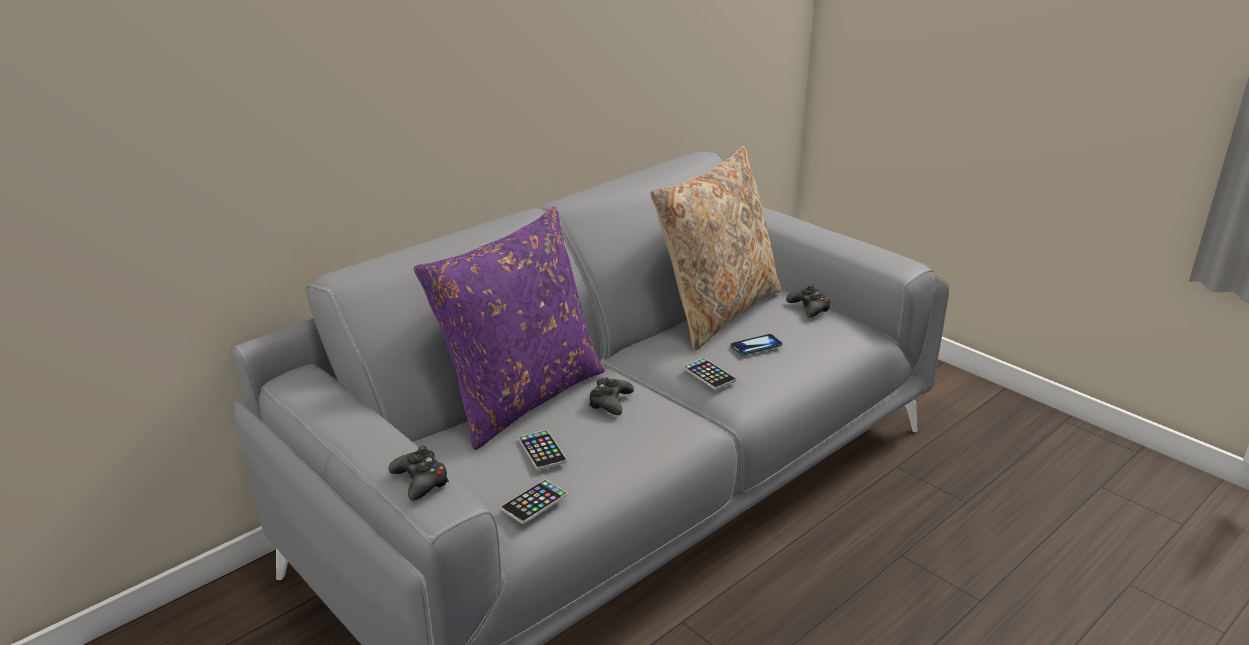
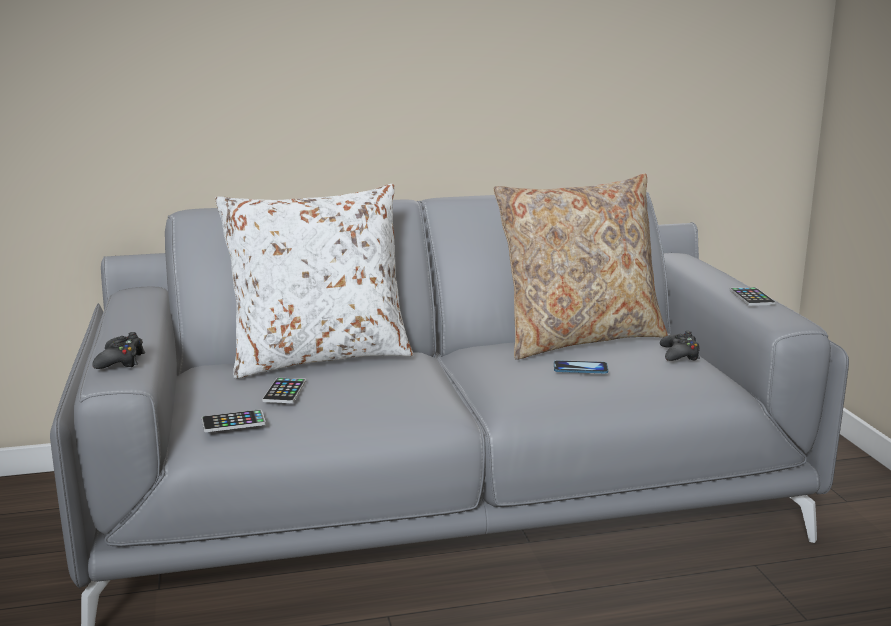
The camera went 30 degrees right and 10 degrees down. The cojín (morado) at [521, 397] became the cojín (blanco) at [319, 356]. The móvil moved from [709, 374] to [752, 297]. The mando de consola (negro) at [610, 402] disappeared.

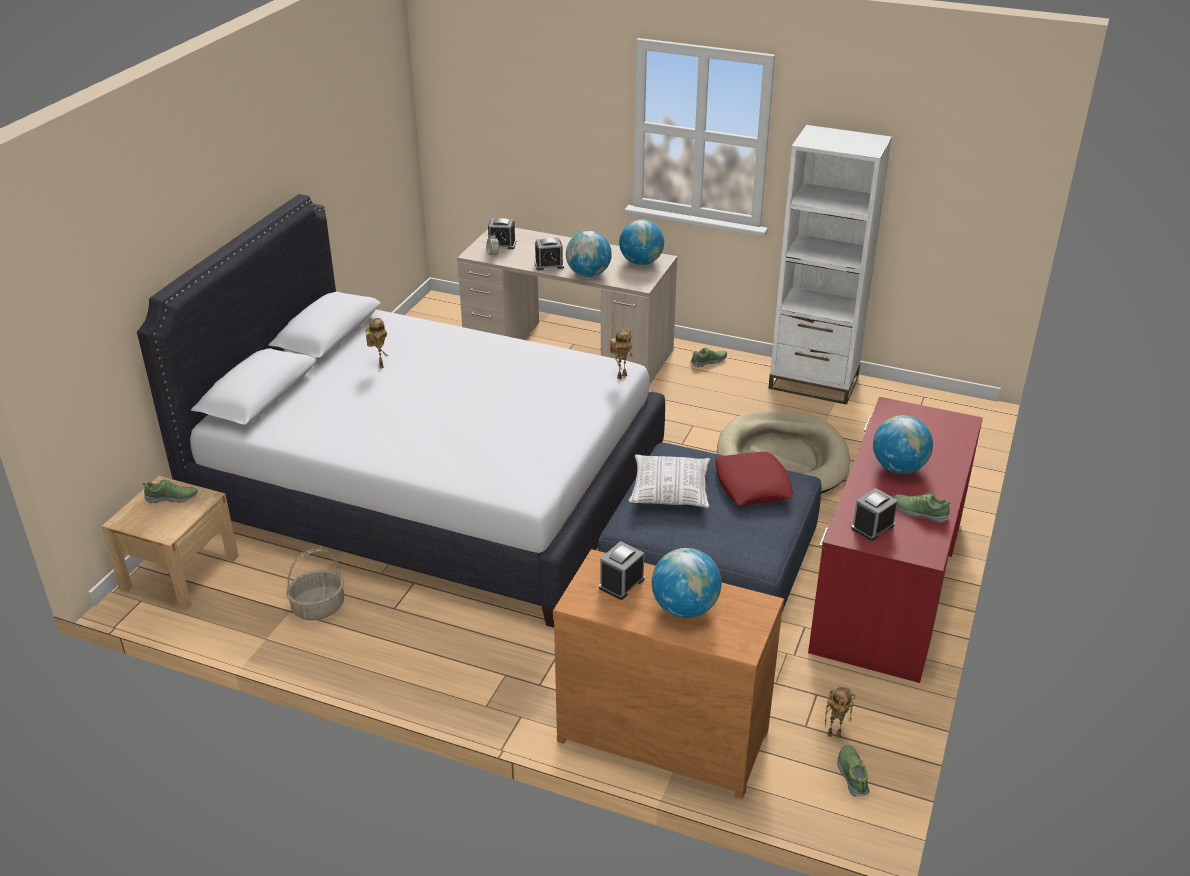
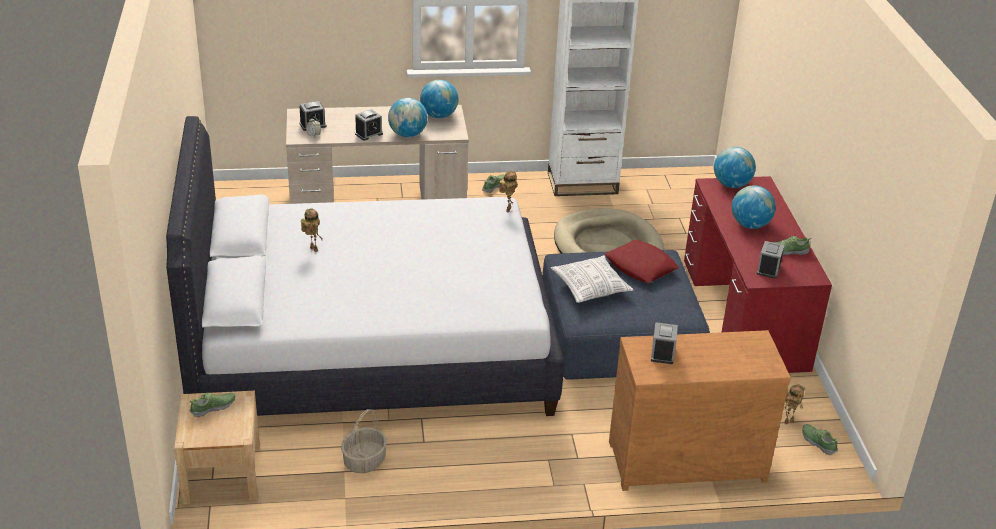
The camera went 30 degrees left and 0 degrees up. The globo terráqueo moved from [684, 608] to [731, 185].

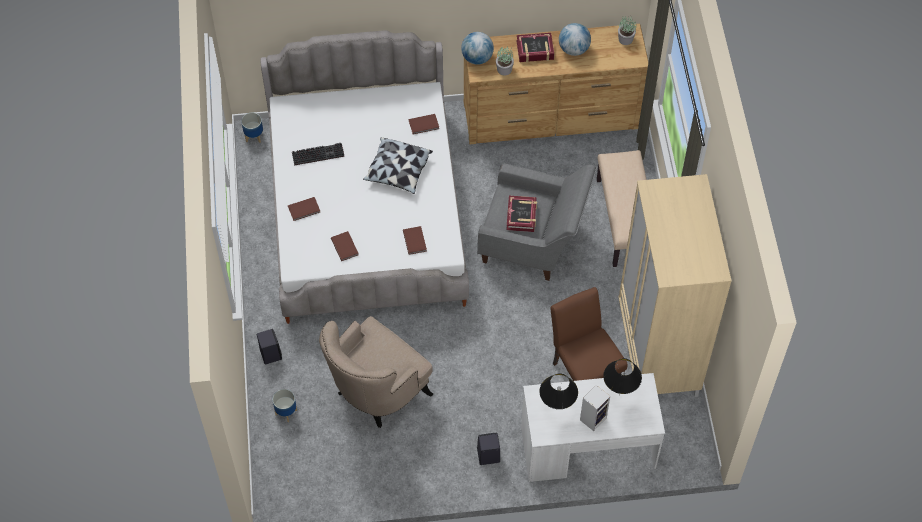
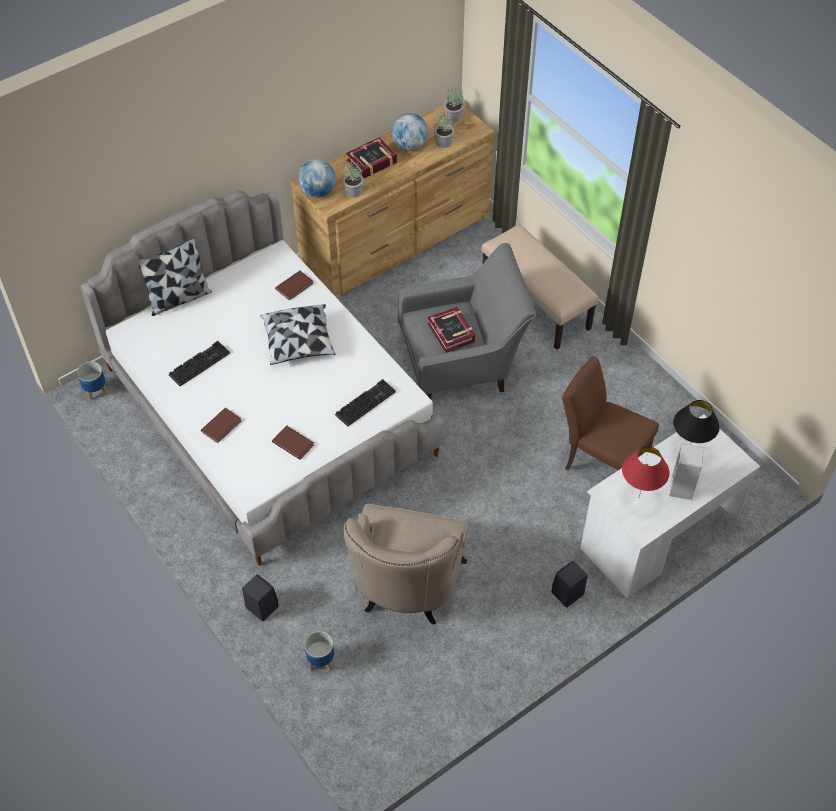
The camera went 30 degrees left and 5 degrees down. The cojín at [179, 298] appeared. The libro (marrón) at [415, 240] was replaced by the teclado at [365, 402]. The planta en maceta at [443, 142] appeared. The lámpara de mesa (negro) at [557, 409] became the lámpara de mesa (rojo) at [639, 497]. The armario ropero (beis) at [658, 350] disappeared.

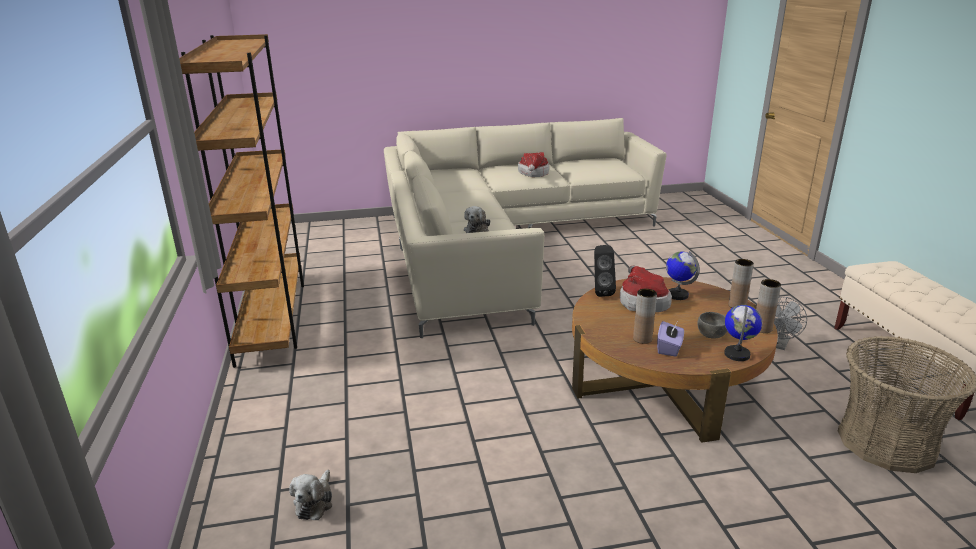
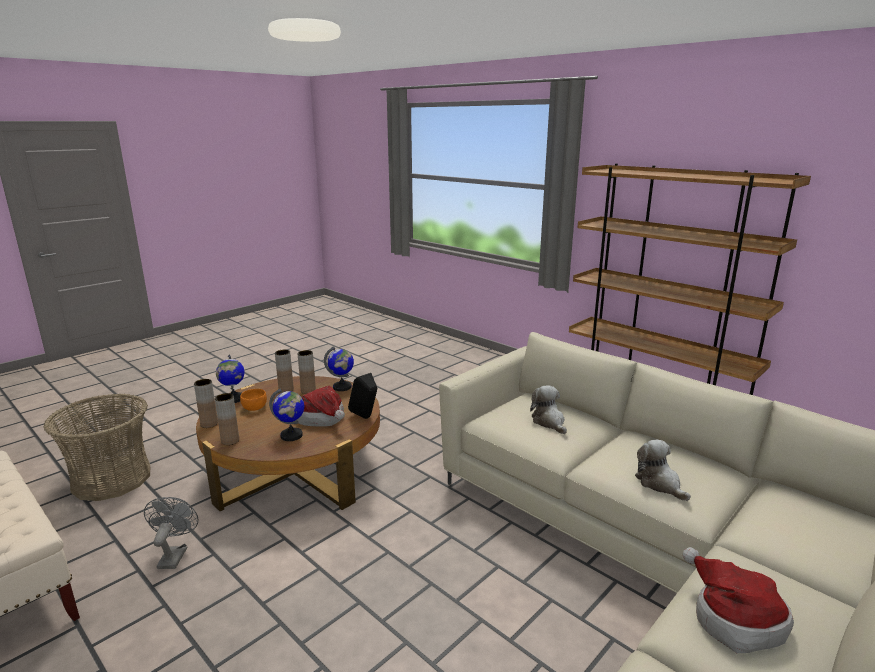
The camera went 145 degrees right and 5 degrees down. The cuenco (gris) at [711, 334] became the cuenco (naranja) at [254, 408]. The caja de pañuelos (morado) at [669, 348] was replaced by the florero (marrón) at [286, 390]. The globo terráqueo at [342, 387] appeared. The peluche moved from [315, 502] to [659, 483].

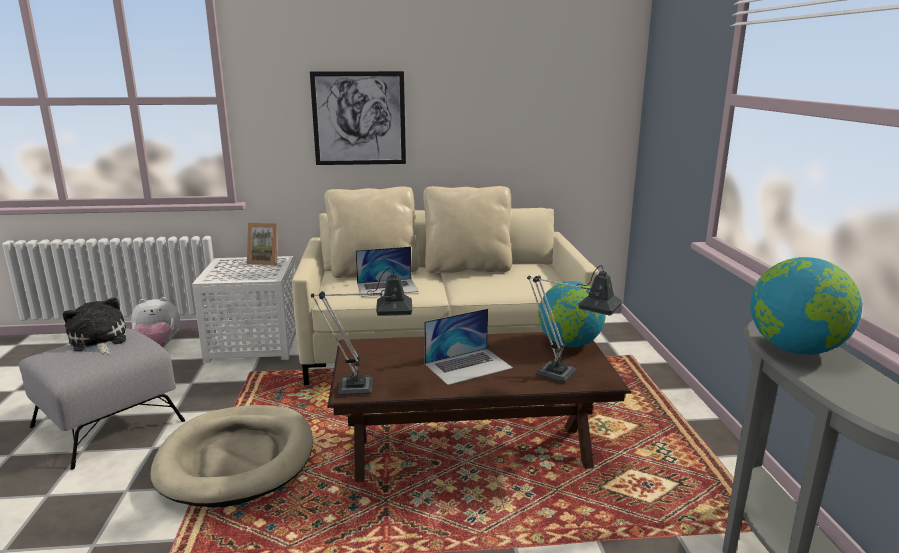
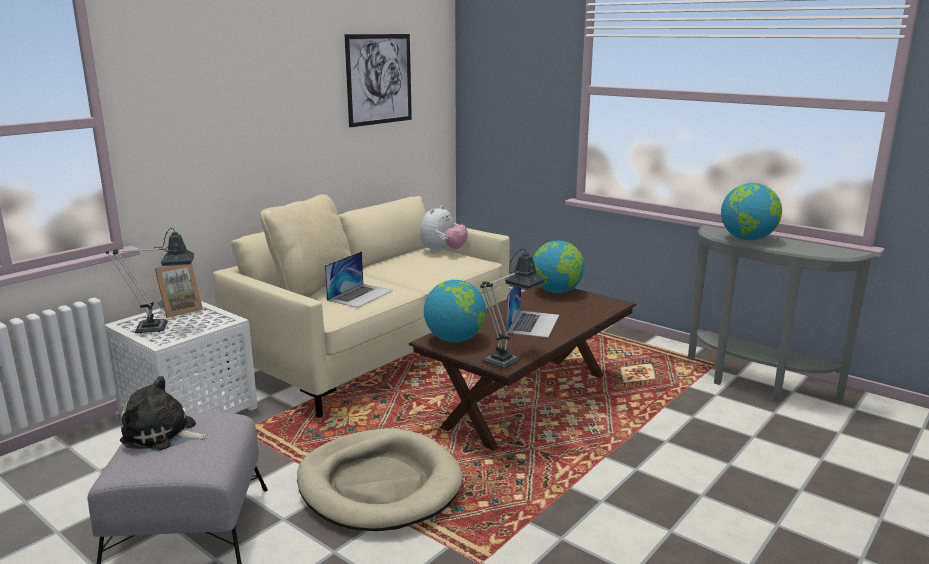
The camera went 45 degrees left and 0 degrees up. The lámpara de mesa moved from [565, 376] to [160, 328]. The cuadro moved from [359, 118] to [379, 79]. The peluche moved from [158, 344] to [443, 252]. The globo terráqueo at [455, 339] appeared. The cojín (beis) at [467, 268] disappeared.

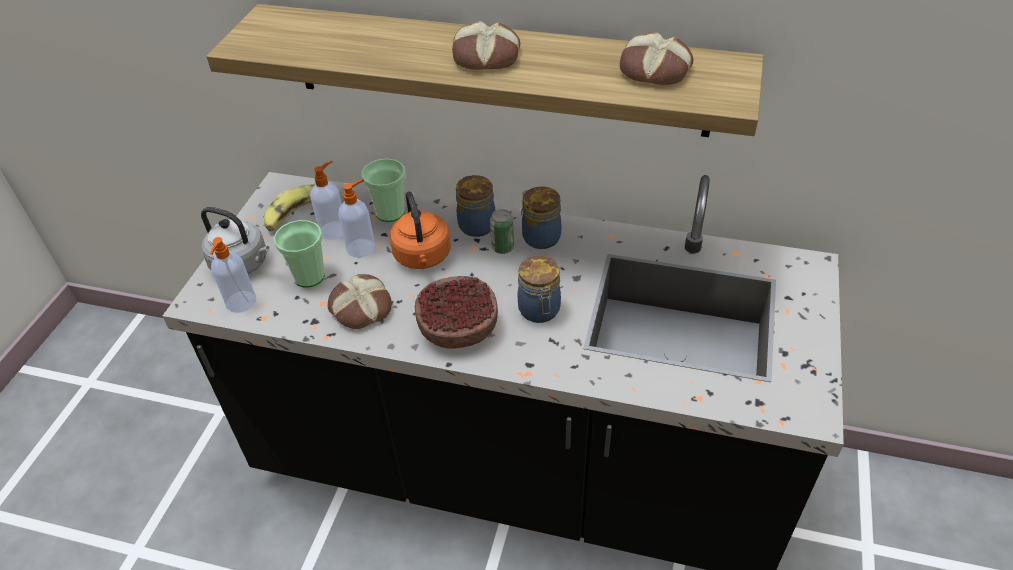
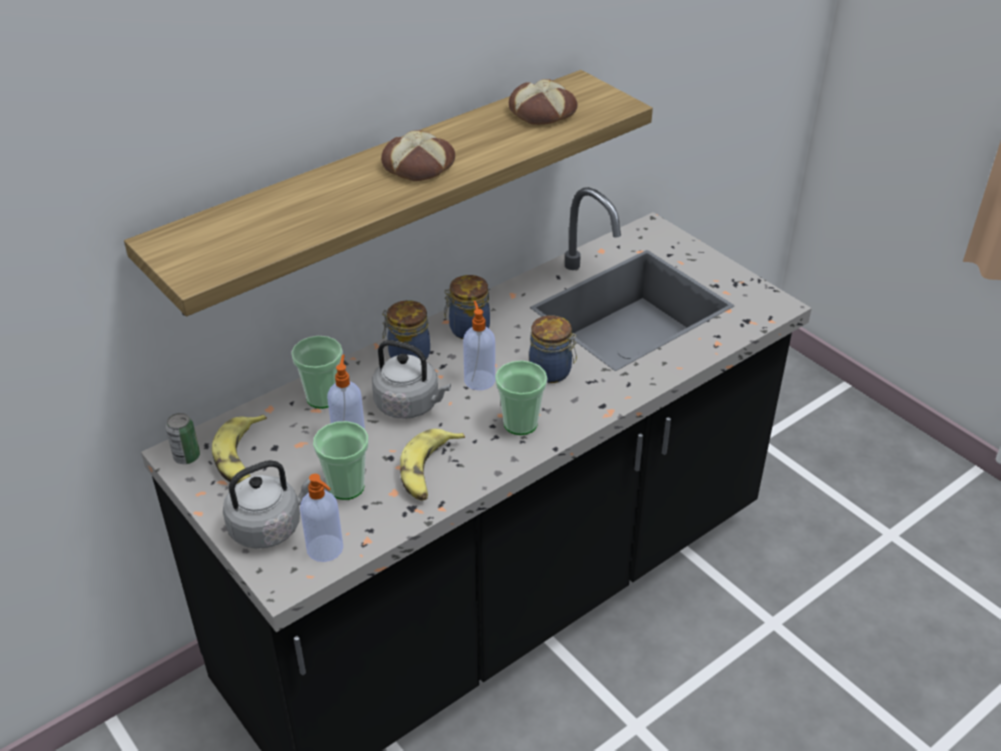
The camera went 55 degrees left and 5 degrees down. The lata moved from [502, 247] to [187, 457]. The hervidor (naranja) at [423, 257] became the hervidor (gris) at [410, 405]. The pan at [360, 308] was replaced by the plátano at [429, 471]. The dispensador de jabón moved from [334, 230] to [479, 379]. The cuenco at [459, 327] was replaced by the taza at [520, 423].

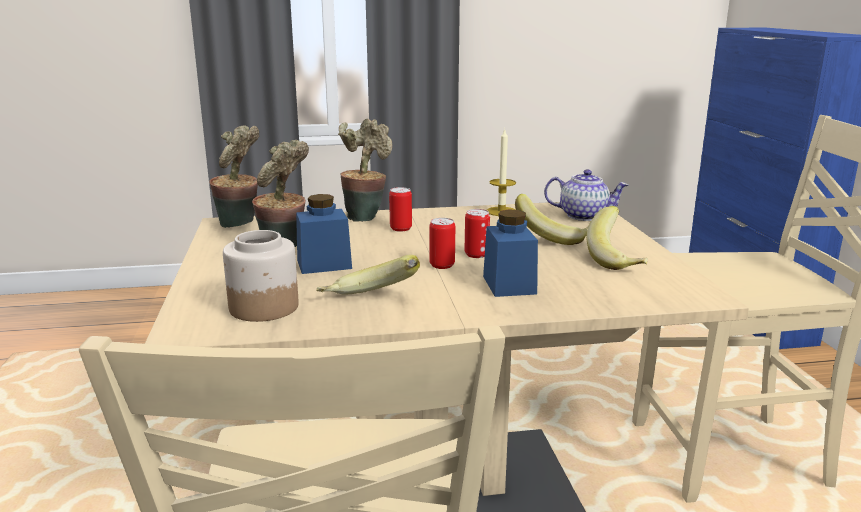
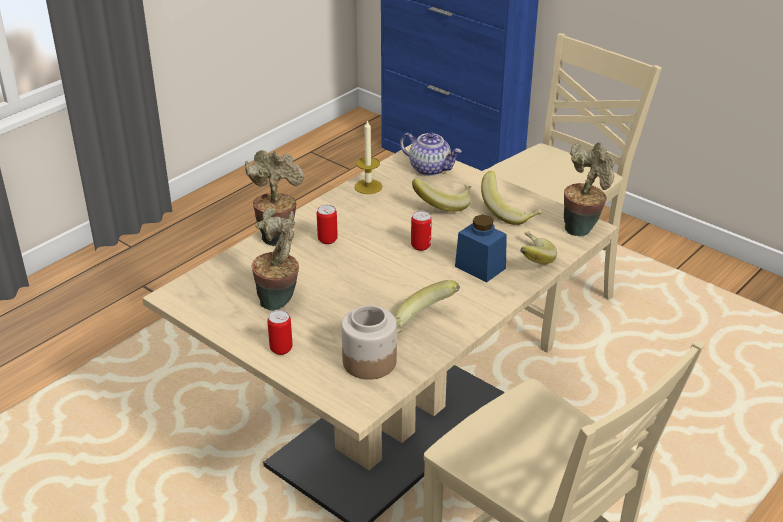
The camera went 40 degrees left and 15 degrees up. The lata moved from [442, 265] to [281, 349]. The tetera at [584, 216] turned 60 degrees clockwise. The plátano at [530, 260] appeared. The planta en maceta moved from [240, 224] to [582, 228]. The tarro (azul) at [324, 264] disappeared.

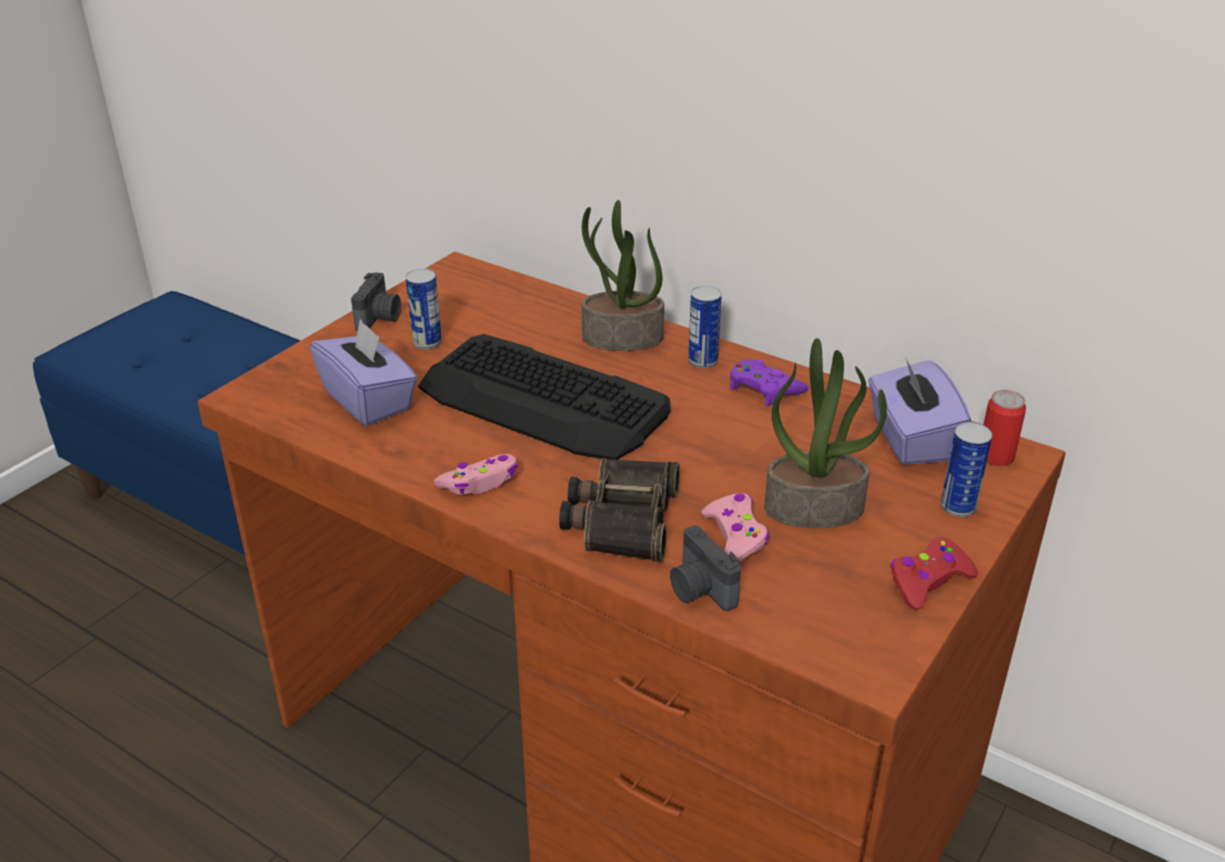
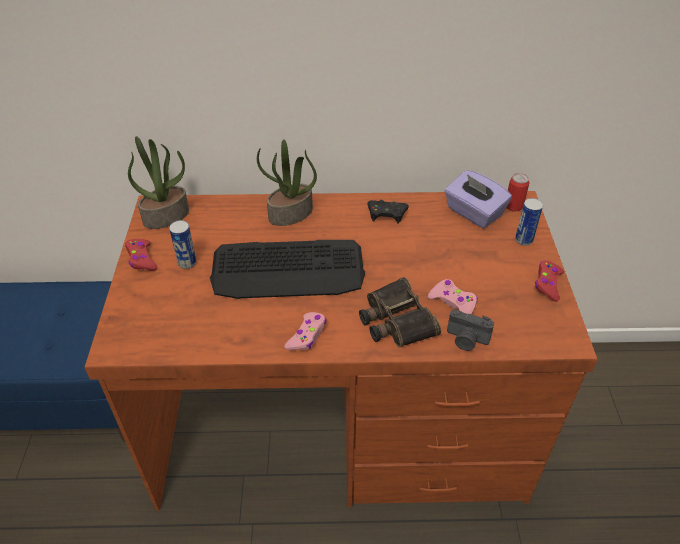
The camera went 35 degrees left and 10 degrees up. The cámara at [380, 318] was replaced by the mando de consola (rojo) at [141, 259]. The planta en maceta moved from [815, 508] to [166, 216]. The mando de consola (morado) at [764, 388] became the mando de consola (negro) at [386, 214]. The caja de pañuelos (morado) at [369, 400] disappeared. The lata at [702, 361] disappeared.

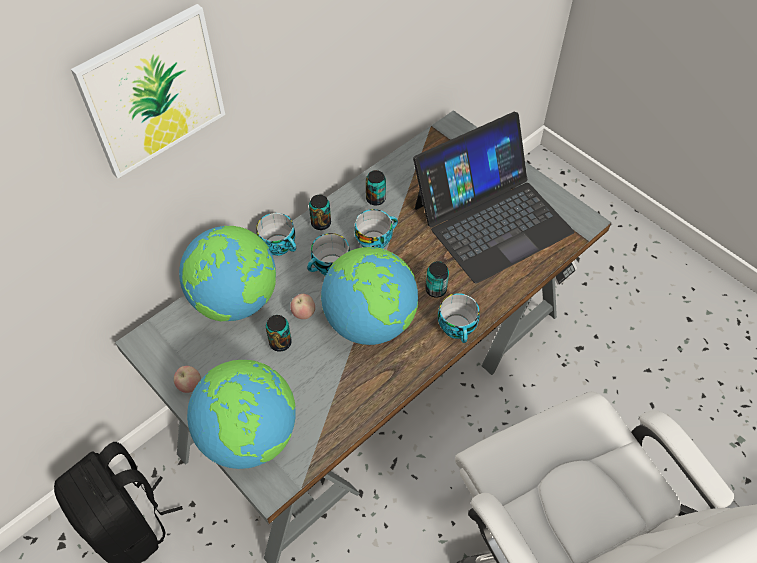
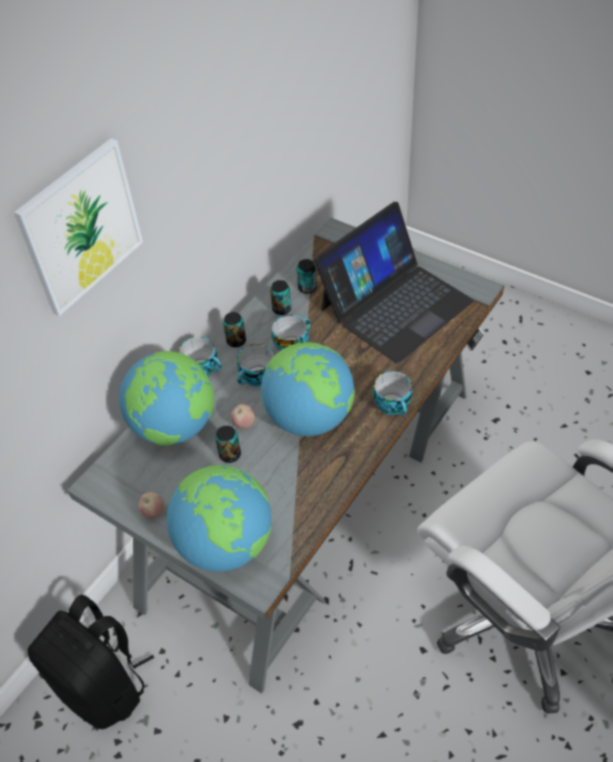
The camera went 10 degrees left and 5 degrees down. The lata moved from [436, 289] to [307, 288].

